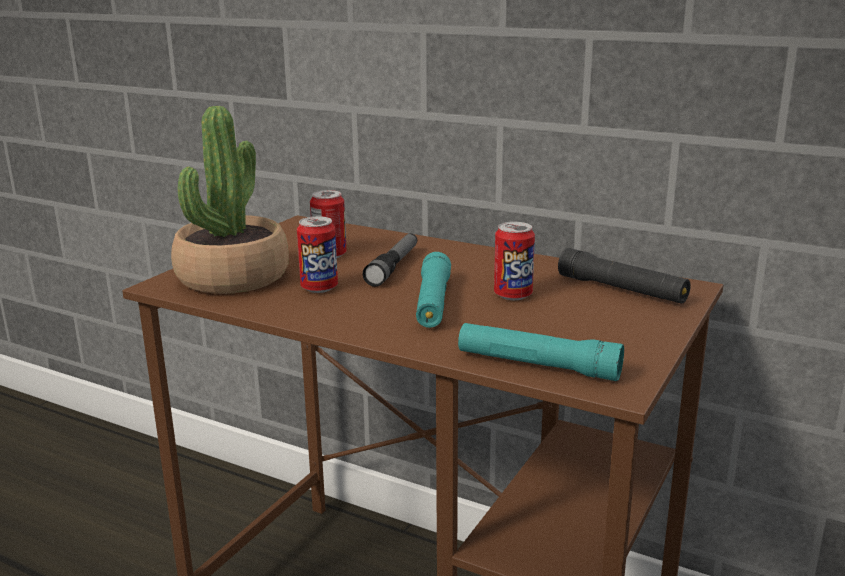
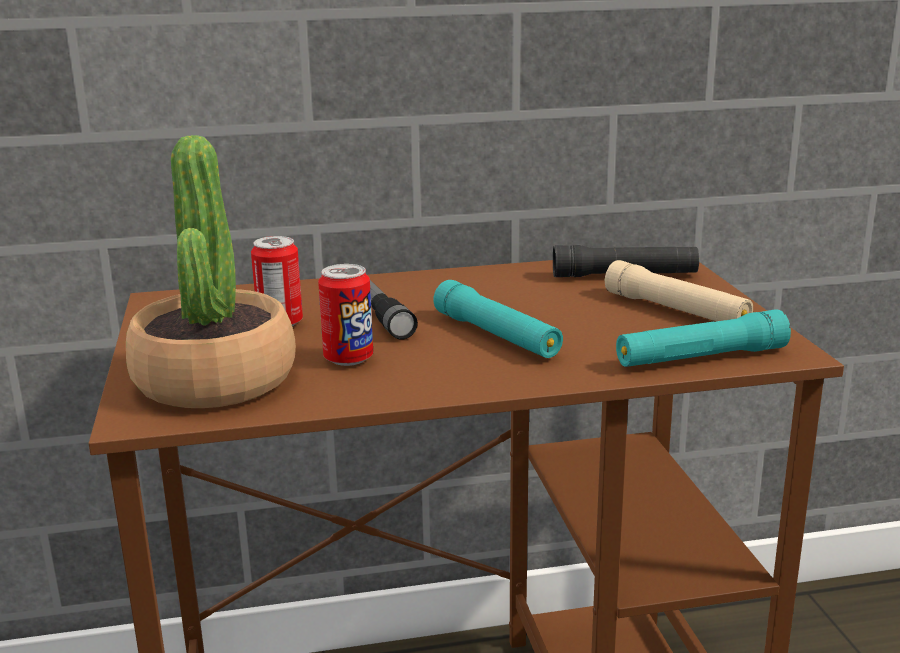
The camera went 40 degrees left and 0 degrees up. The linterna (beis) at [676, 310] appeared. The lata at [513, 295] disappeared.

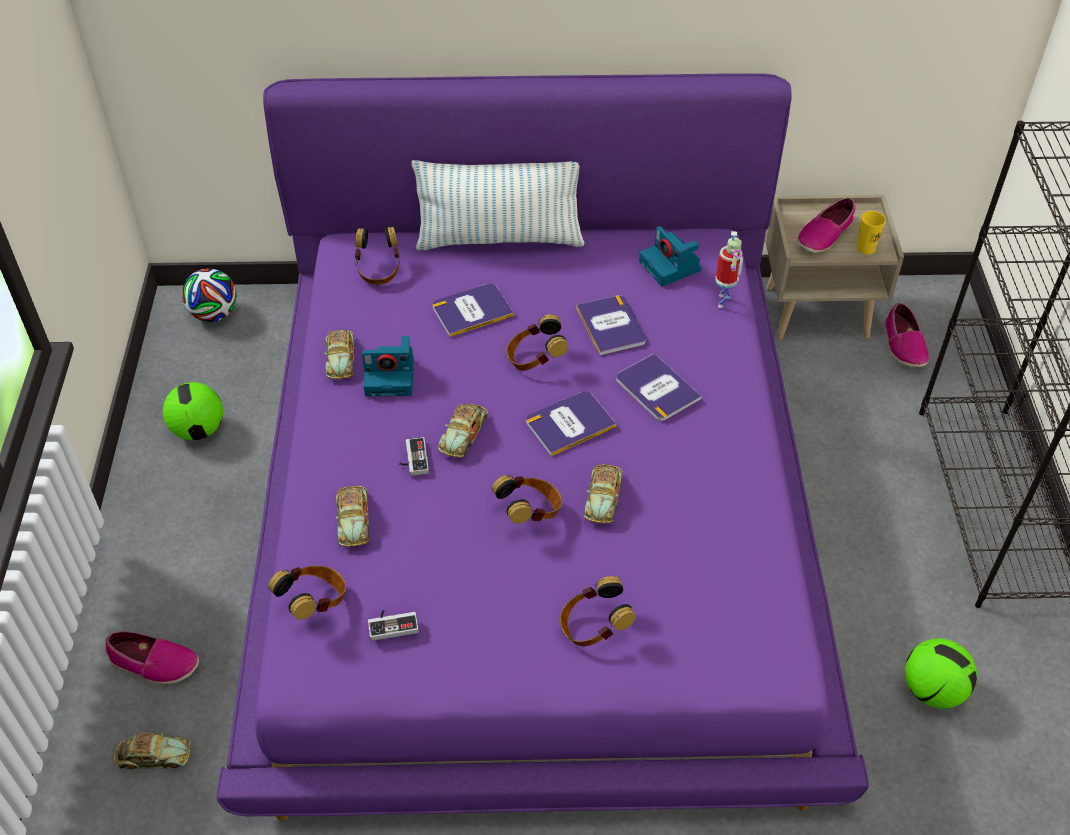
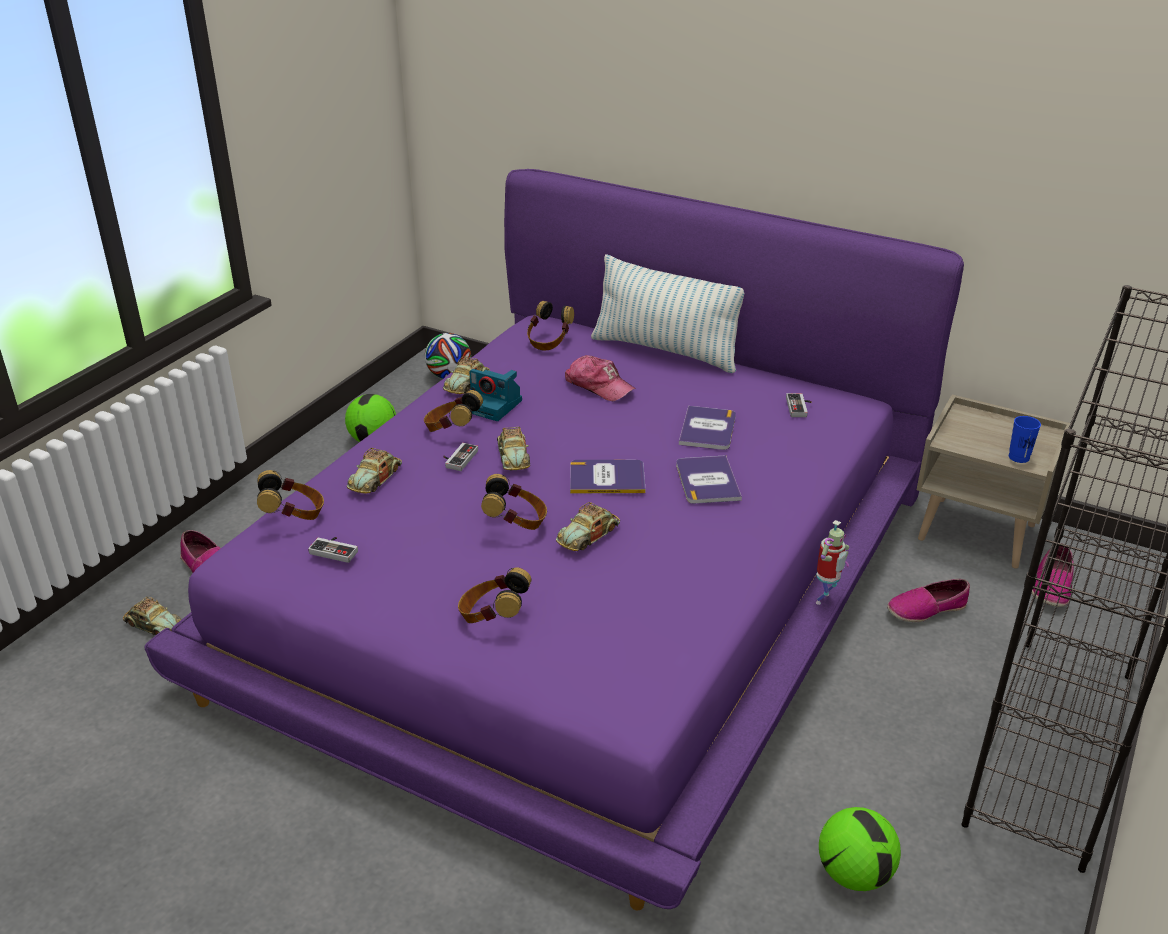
The camera went 30 degrees right and 15 degrees down. The auriculares moved from [535, 359] to [452, 430]. The coche de juguete at [463, 433] turned 60 degrees counterclockwise. The libro at [472, 310] was replaced by the gorra at [599, 386]. The cámara at [671, 266] was replaced by the mando de consola at [800, 407]. The robot de juguete moved from [724, 301] to [825, 600]. The zapato moved from [824, 235] to [926, 609]. The taza (amarillo) at [865, 248] became the taza (azul) at [1018, 457].

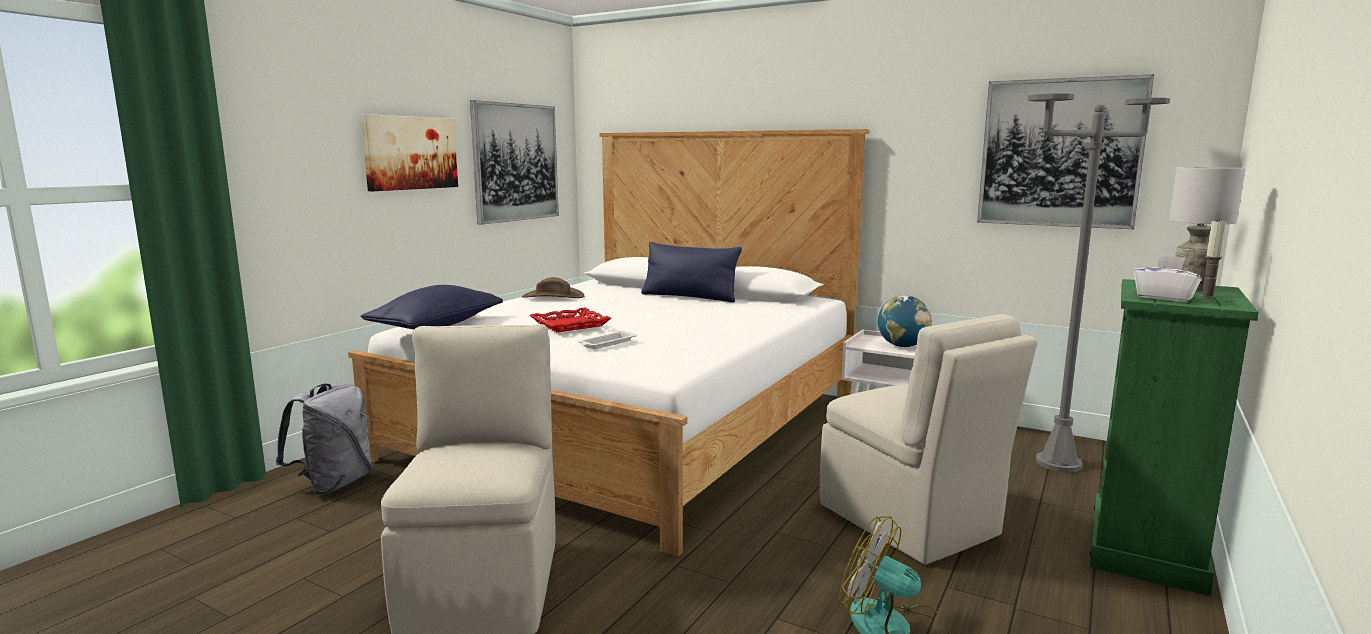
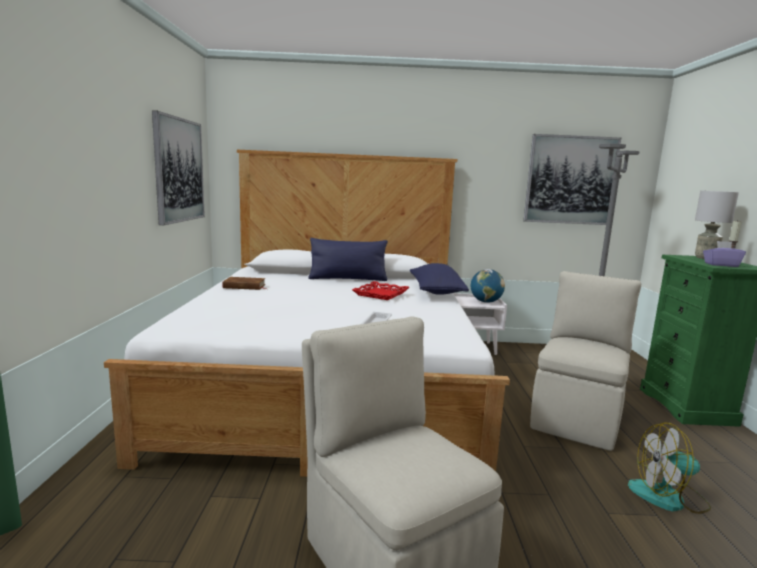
The camera went 30 degrees left and 0 degrees up. The sombrero (marrón) at [553, 297] was replaced by the libro (marrón) at [244, 286]. The bandeja (rojo) moved from [570, 325] to [381, 294]. The cojín (azul) moved from [436, 326] to [435, 291]. The silla (beis) at [910, 521] turned 90 degrees counterclockwise. The caja de pañuelos (blanco) at [1164, 298] became the caja de pañuelos (morado) at [721, 265]. The mochila (gris) at [334, 484] disappeared. The cuadro at [410, 153] disappeared.

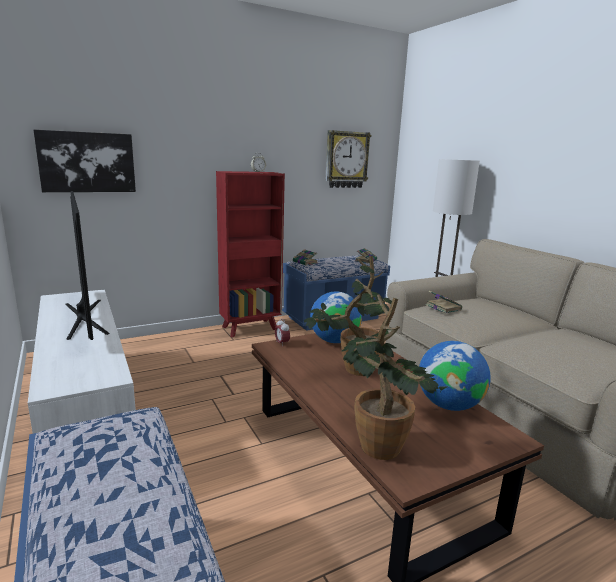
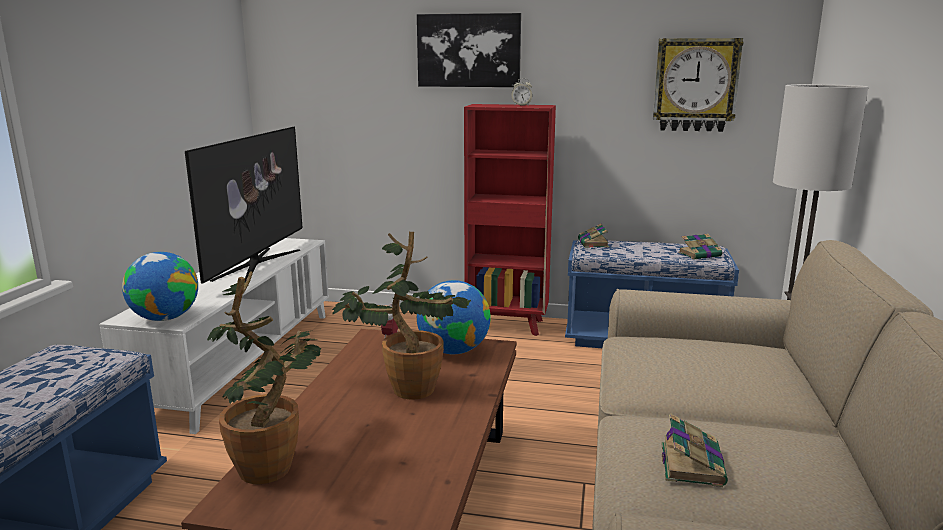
The camera went 40 degrees right and 0 degrees up. The globo terráqueo moved from [448, 405] to [165, 318]. The cuadro moved from [87, 162] to [469, 50]. The libro moved from [442, 307] to [691, 463].

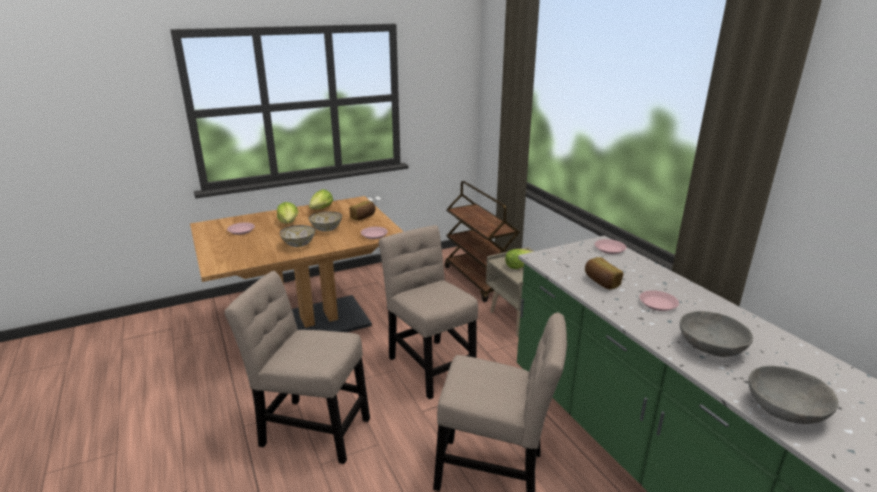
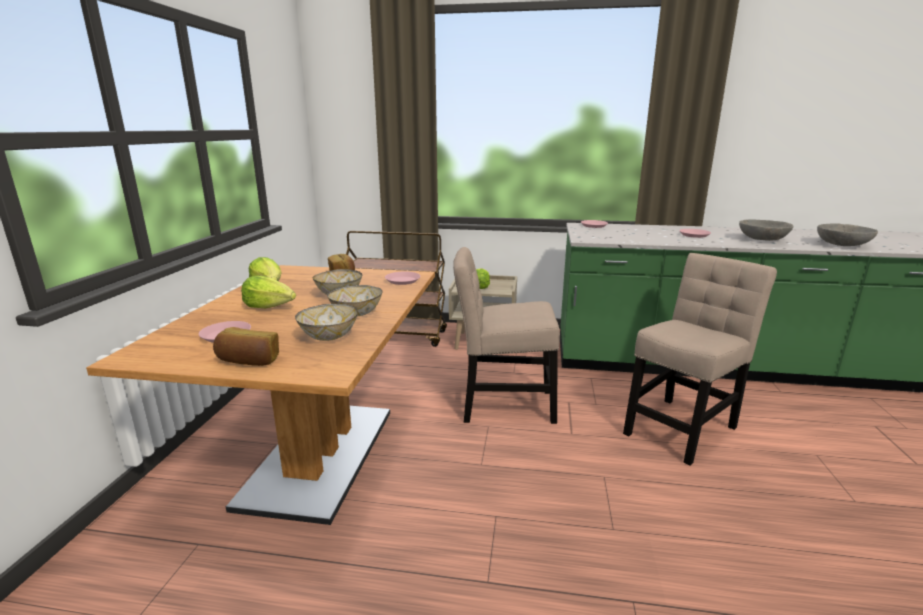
The camera went 55 degrees left and 5 degrees down. The pan moved from [601, 282] to [249, 361]. The cuenco at [328, 337] appeared. The silla (beis) at [311, 429] disappeared.

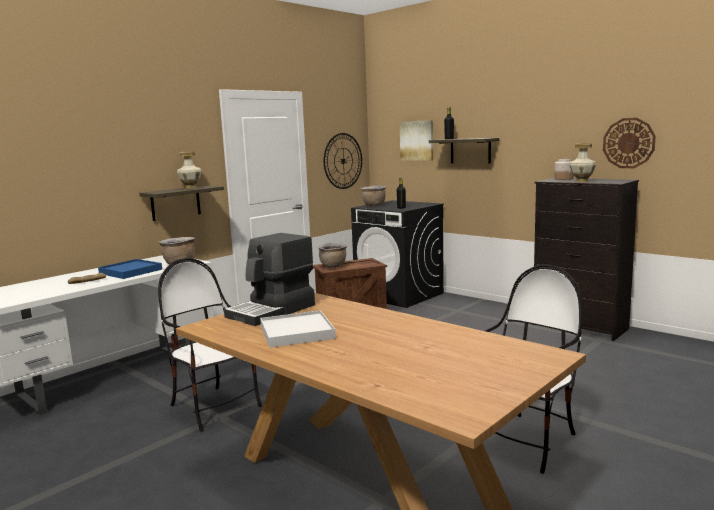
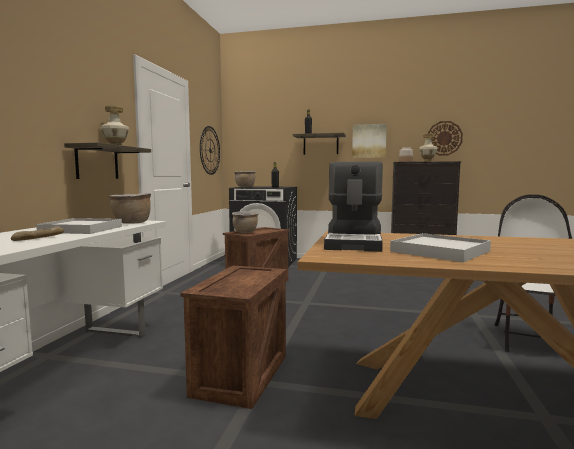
The camera went 30 degrees left and 5 degrees down. The bandeja (azul) at [130, 271] became the bandeja (blanco) at [81, 229]. The silla at [214, 407] was replaced by the caja de embalaje at [240, 374]. The cuadro moved from [417, 140] to [369, 141].

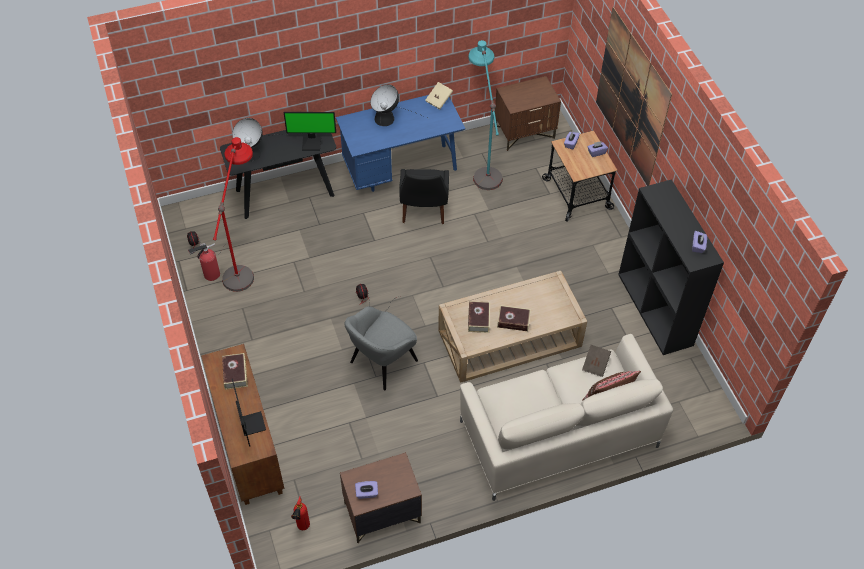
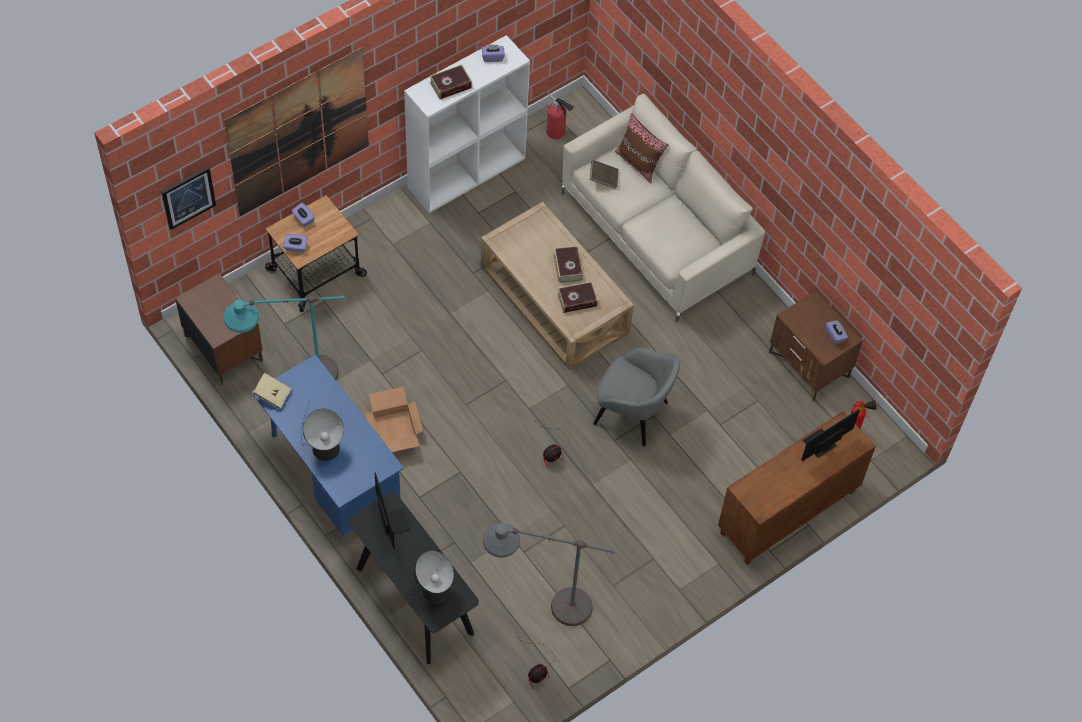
The camera went 110 degrees left and 5 degrees up. The cuadro at [188, 197] appeared. The silla (negro) at [423, 211] was replaced by the caja de cartón at [395, 430]. The estantería (negro) at [656, 310] became the estantería (blanco) at [467, 172]. The libro moved from [235, 373] to [450, 85]. The lámpara de pie (rojo) at [245, 261] became the lámpara de pie (gris) at [542, 608]. The extintor moved from [210, 275] to [557, 133].

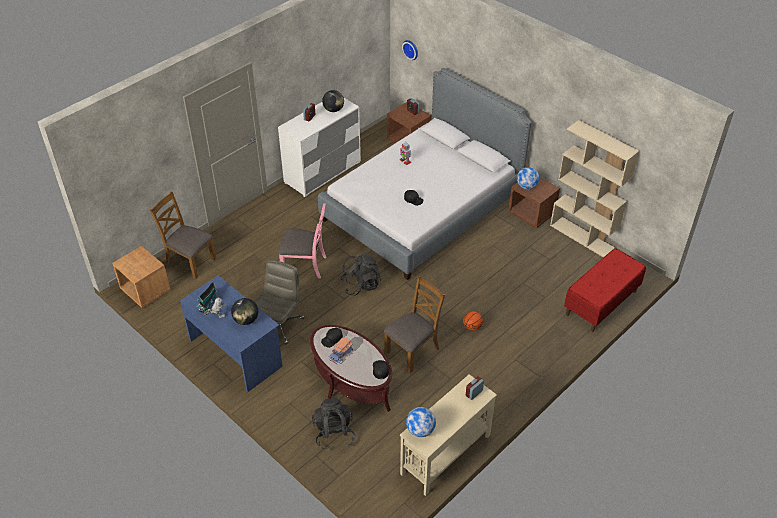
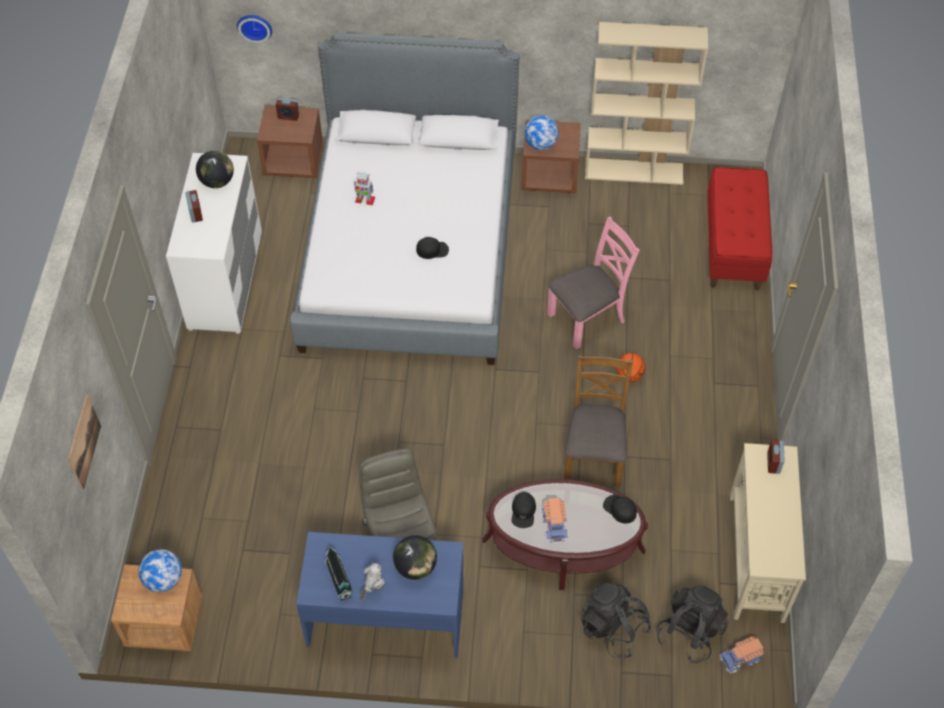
The camera went 40 degrees left and 10 degrees up. The cuadro at [84, 442] appeared. The globo terráqueo moved from [420, 430] to [164, 580]. The silla (rosa) moved from [305, 265] to [587, 317]. The mochila (negro) moved from [360, 285] to [690, 632]. The camión de juguete at [740, 658] appeared. The silla (marrón) at [190, 261] disappeared.

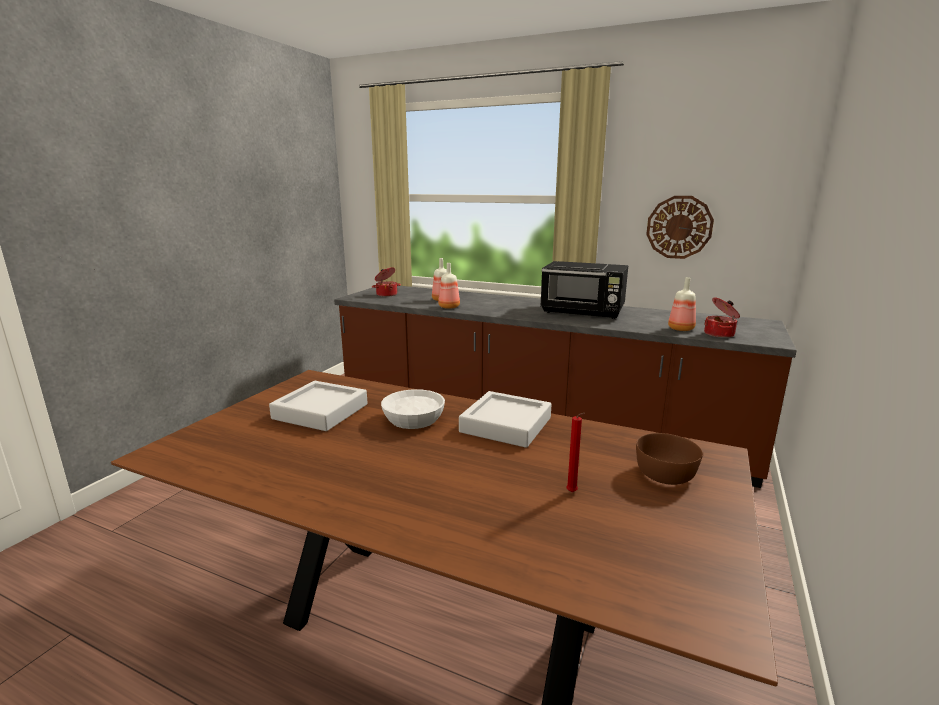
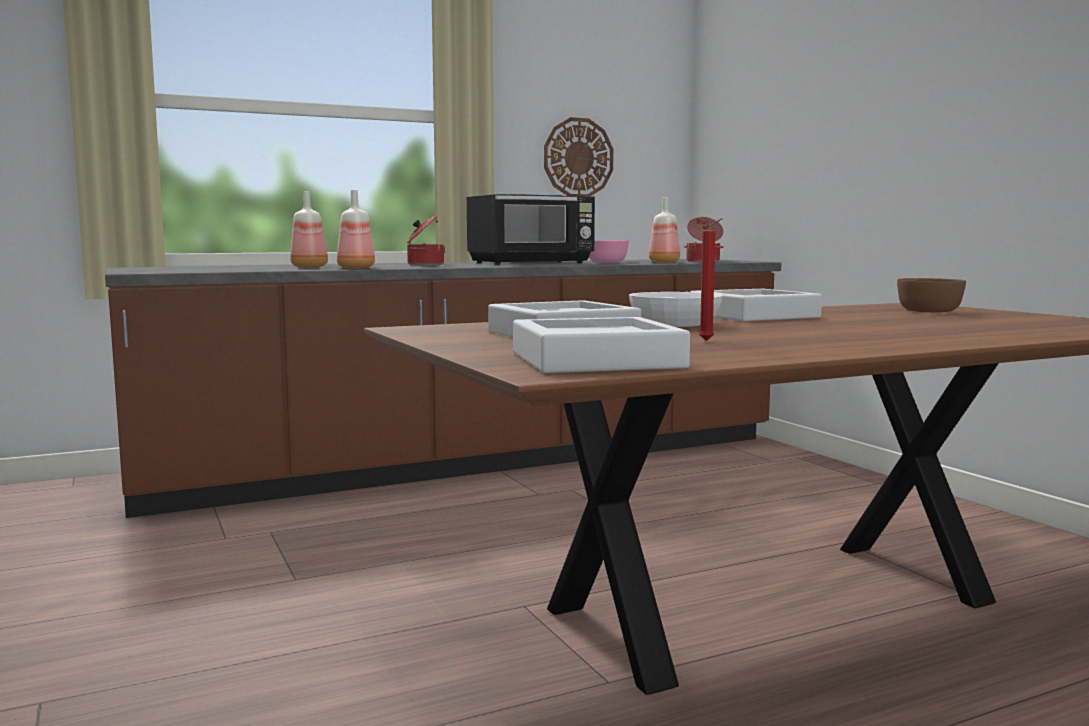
The camera went 50 degrees left and 10 degrees down. The olla moved from [386, 294] to [424, 265]. The bandeja (gris) at [596, 360] appeared. The cuenco (rosa) at [607, 261] appeared. The vela (rojo) moved from [572, 493] to [708, 341].

